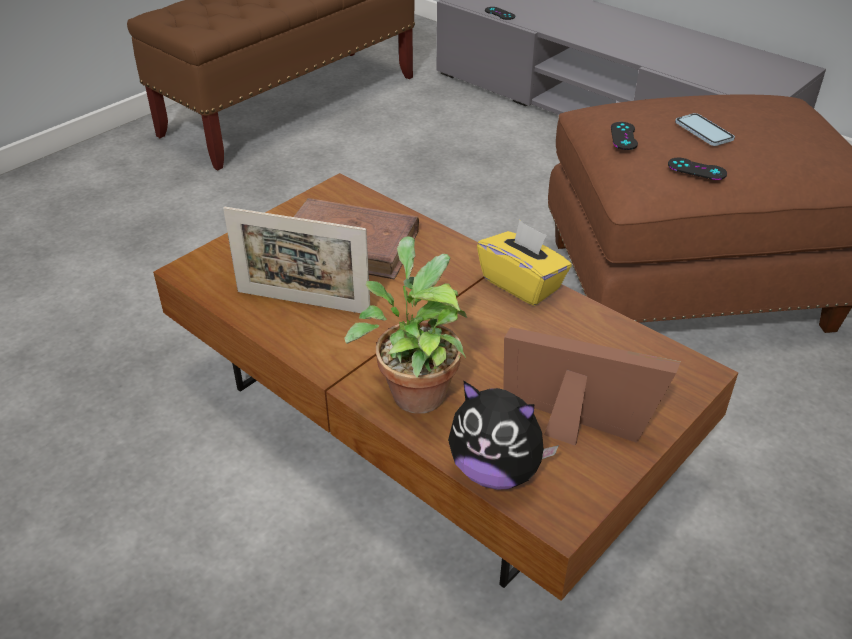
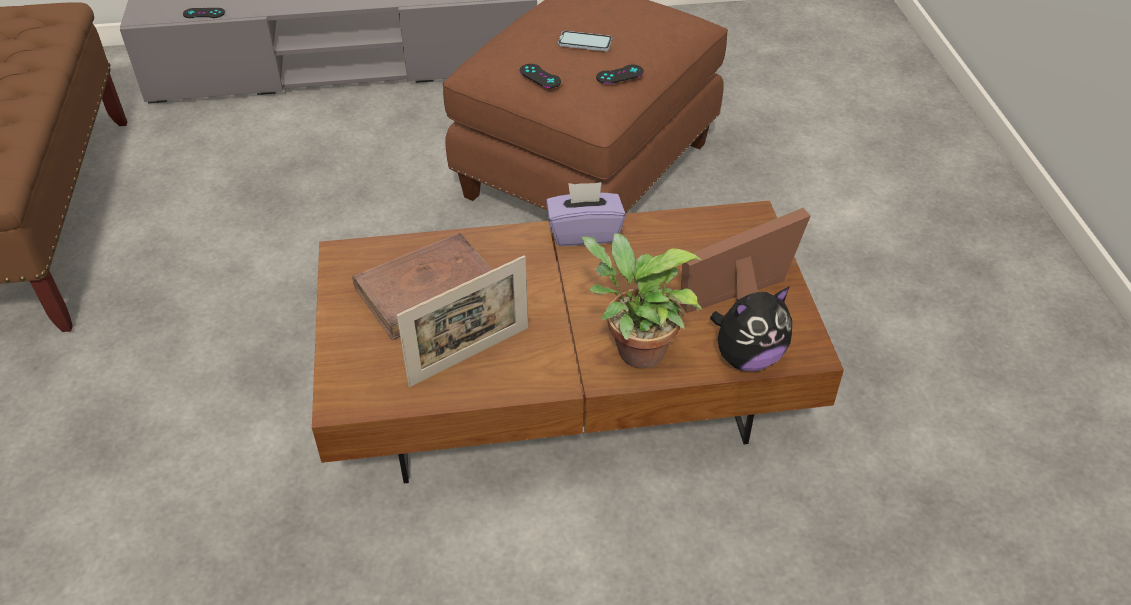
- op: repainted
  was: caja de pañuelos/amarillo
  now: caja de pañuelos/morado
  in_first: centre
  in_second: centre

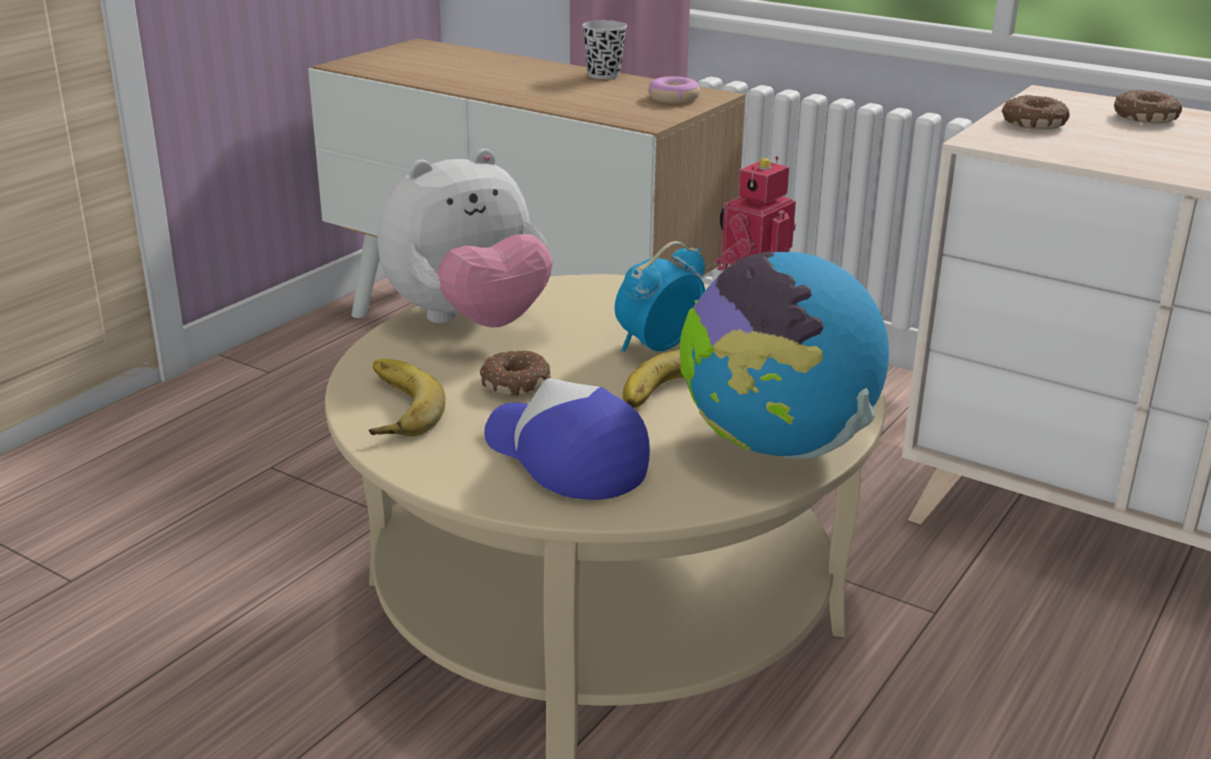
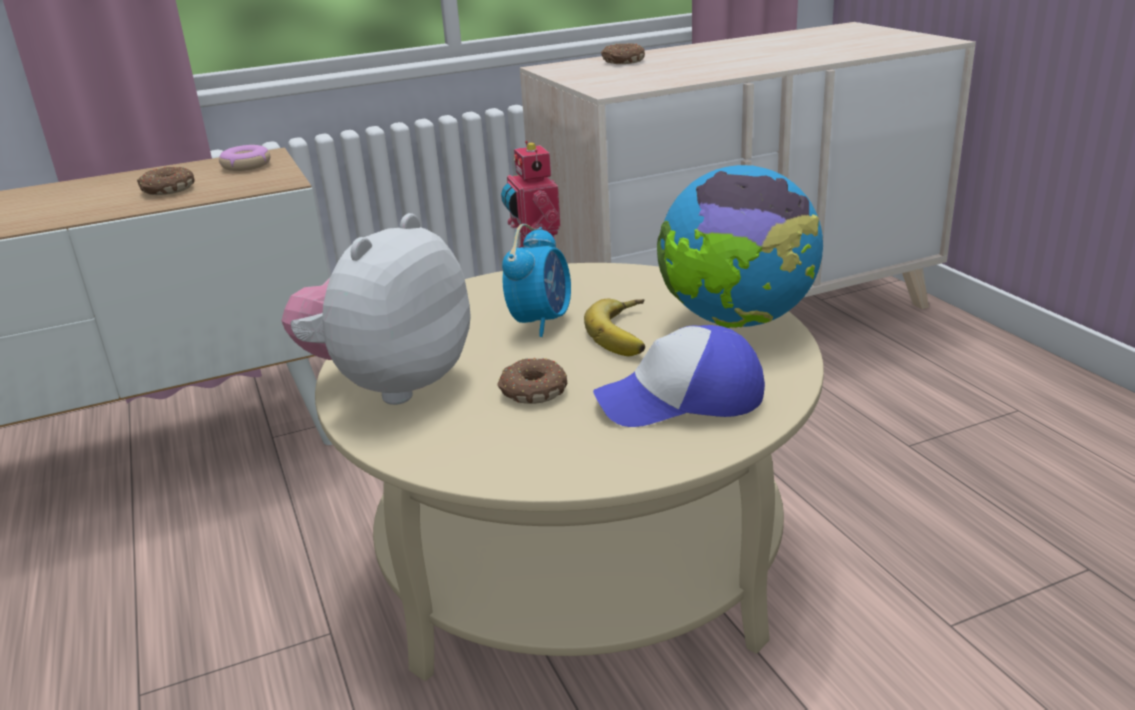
- op: gone
  was: taza/negro
  in_first: top centre
- op: shifted
  was: rosquilla (no. 3 from left in the first image)
  now: rosquilla (no. 1 from left)
  in_first: top right
  in_second: top left
- op: rotated
  was: peluche
  in_first: top centre
  in_second: middle left
  clockwise: -150
- op: rotated
  was: despertador
  in_first: centre
  in_second: centre
  clockwise: -150
- op: gone
  was: plátano (no. 1 from left)
  in_first: centre

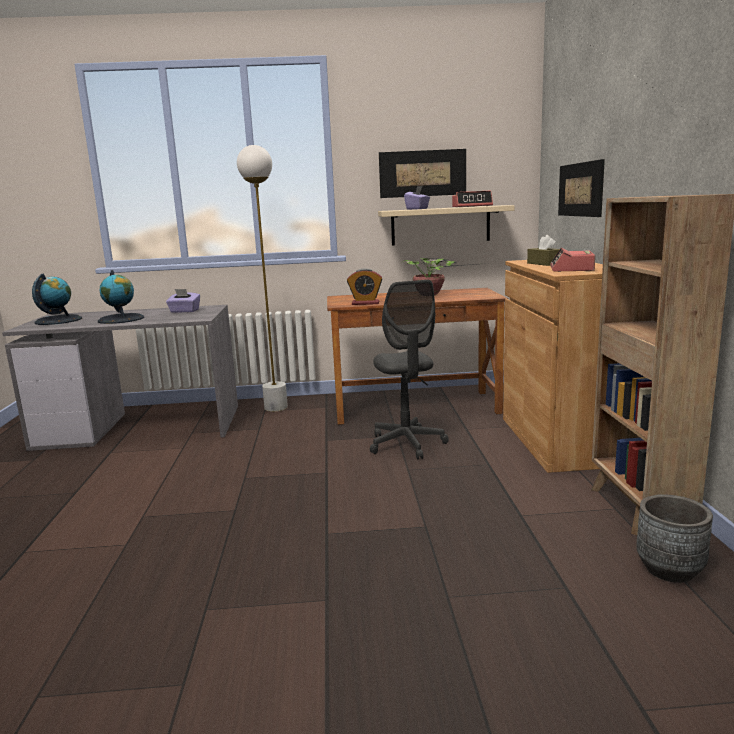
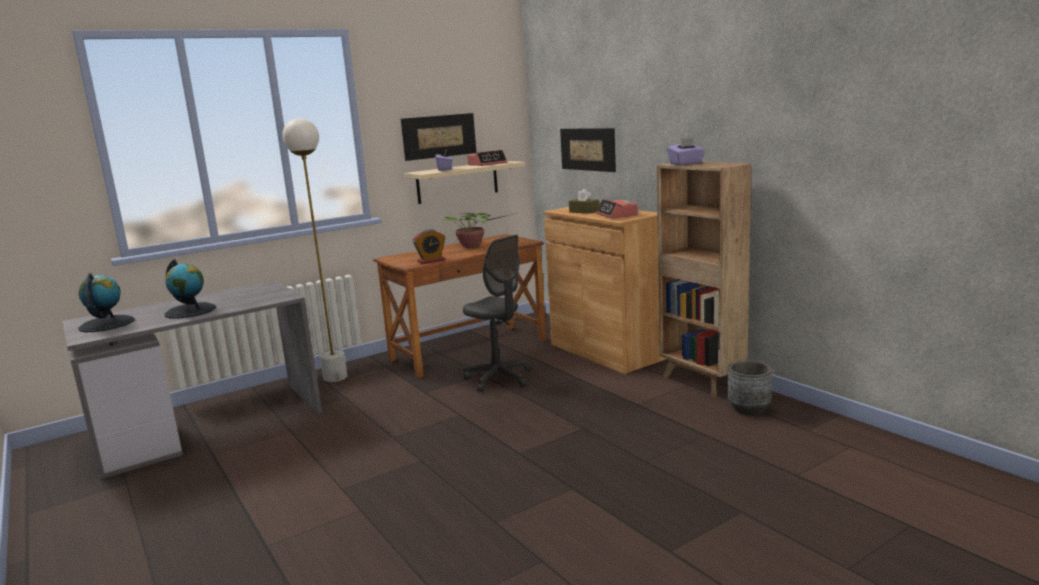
- op: shifted
  was: caja de pañuelos/morado (no. 1 from left in the first image)
  now: caja de pañuelos/morado (no. 2 from left)
  in_first: middle left
  in_second: top centre

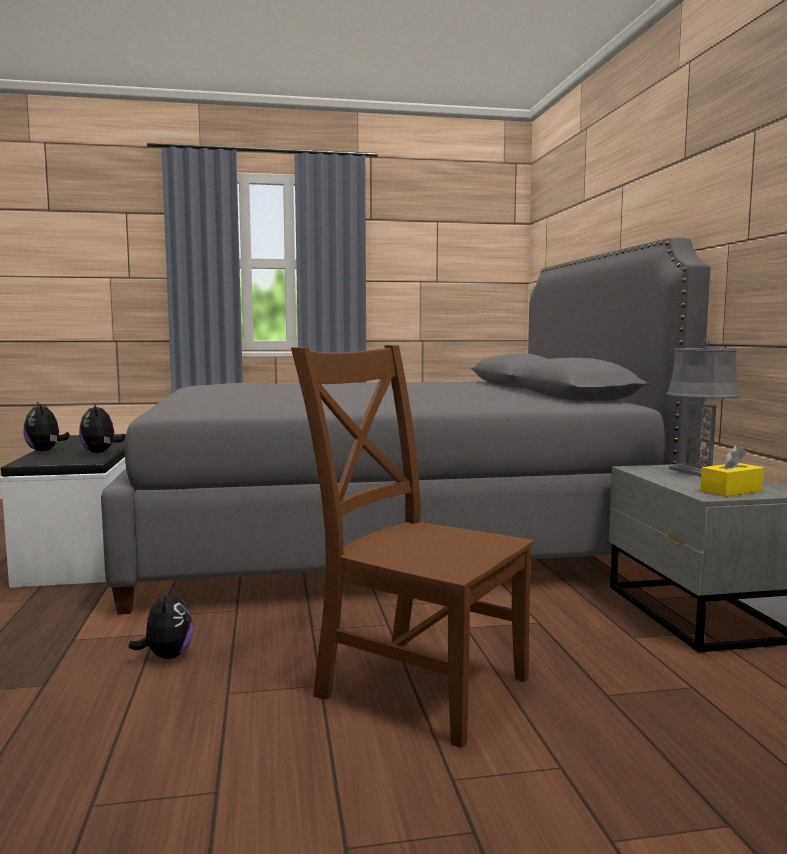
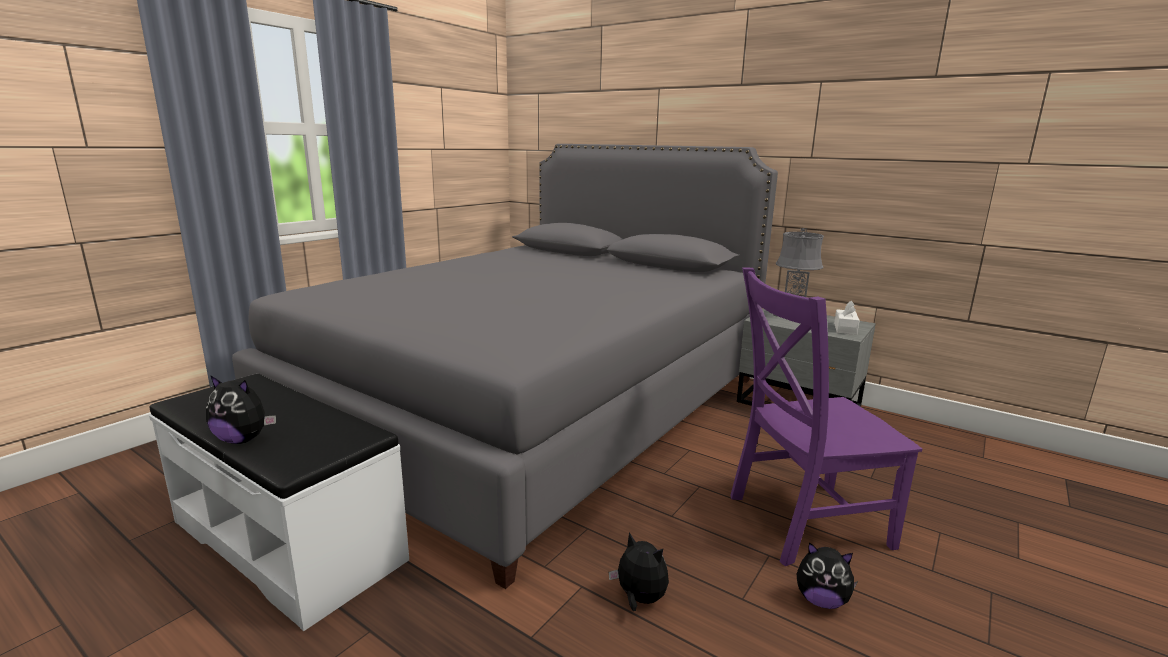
- op: repainted
  was: silla/marrón
  now: silla/morado
  in_first: centre
  in_second: middle right
- op: shifted
  was: peluche (no. 2 from left in the first image)
  now: peluche (no. 3 from left)
  in_first: middle left
  in_second: bottom right
- op: repainted
  was: caja de pañuelos/amarillo
  now: caja de pañuelos/blanco
  in_first: middle right
  in_second: middle right

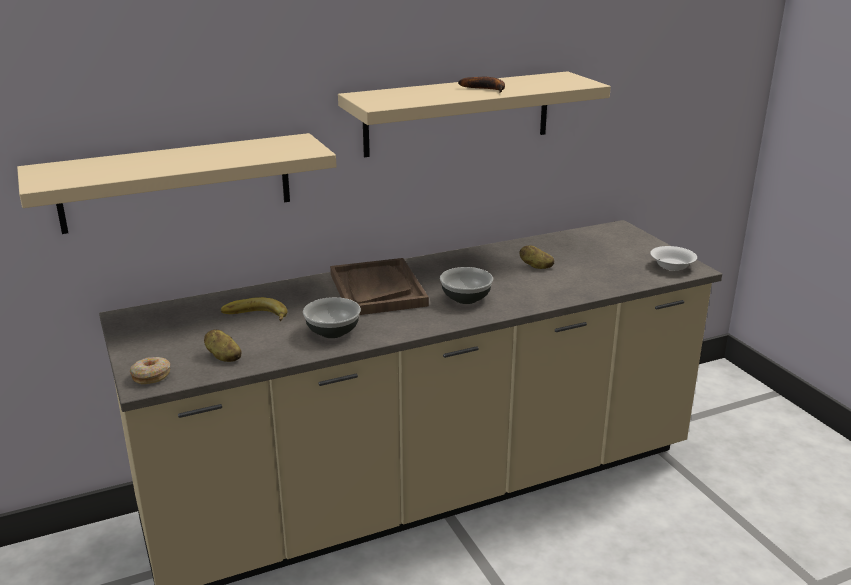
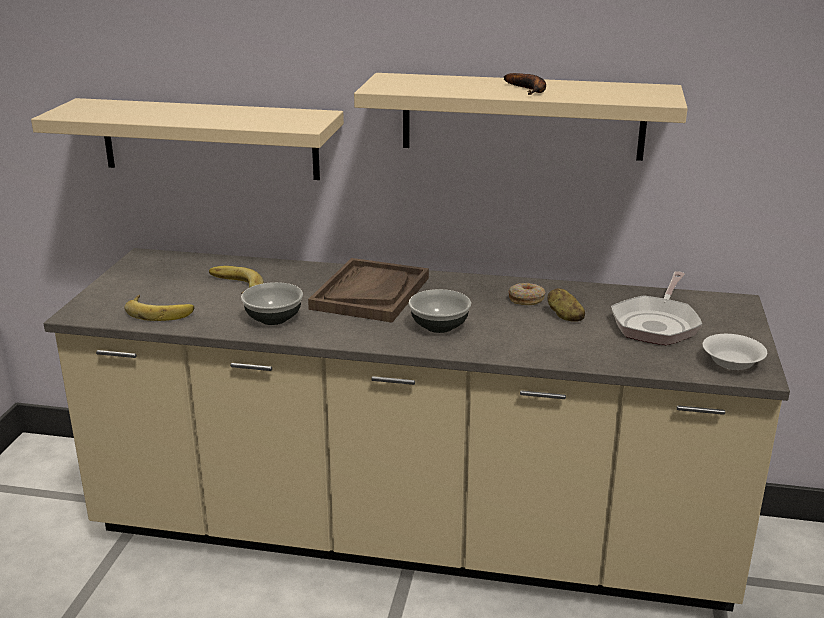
- op: swapped
  was: patata (no. 1 from left)
  now: plátano (no. 1 from left)
  in_first: middle left
  in_second: middle left
- op: shifted
  was: rosquilla
  in_first: middle left
  in_second: centre
- op: new
  now: sartén
  in_second: middle right

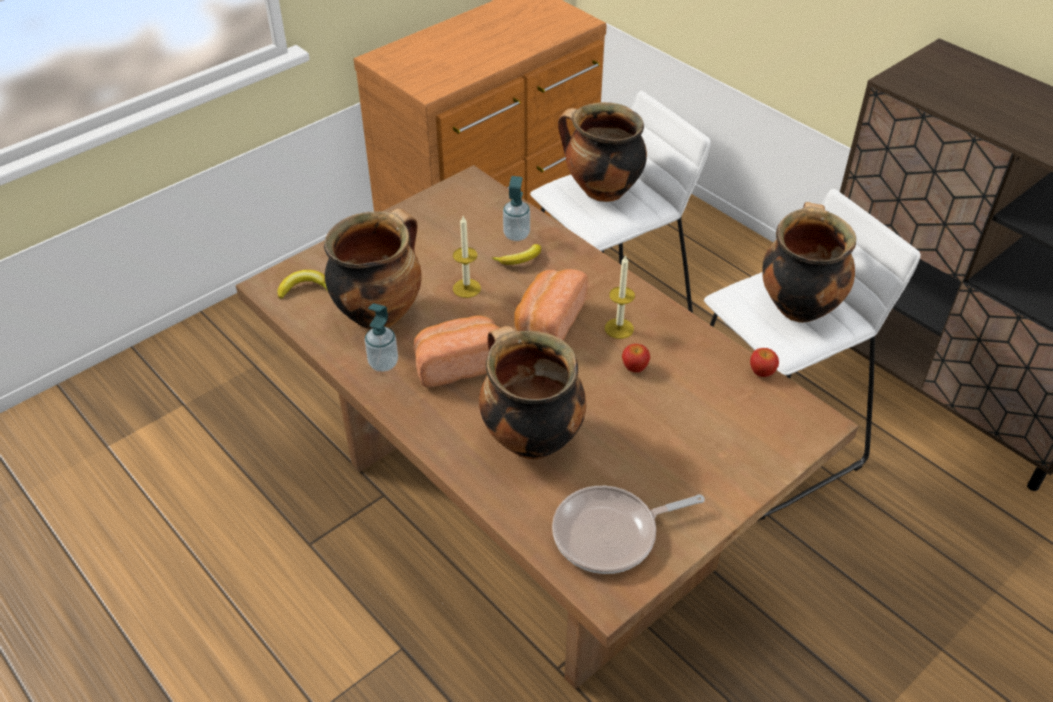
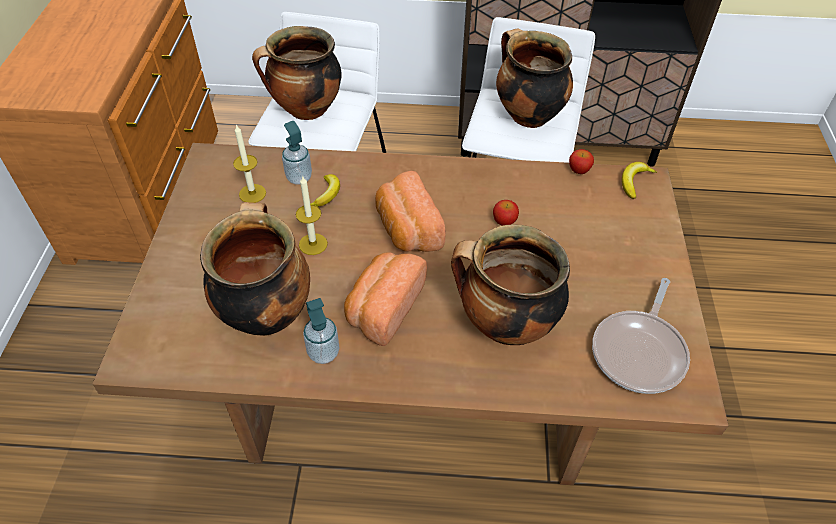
- op: shifted
  was: vela (no. 2 from left in the first image)
  now: vela (no. 1 from left)
  in_first: centre
  in_second: top left
- op: shifted
  was: plátano (no. 1 from left in the first image)
  now: plátano (no. 2 from left)
  in_first: middle left
  in_second: middle right

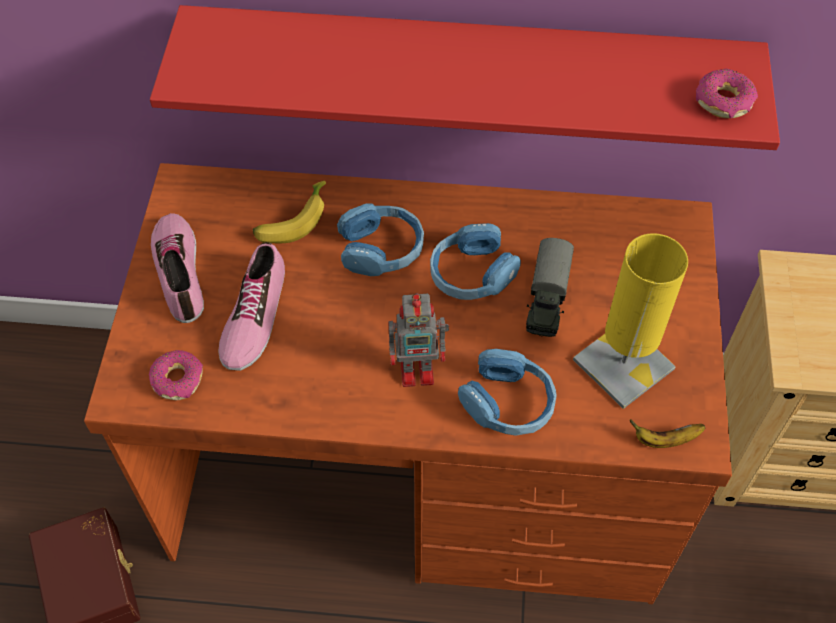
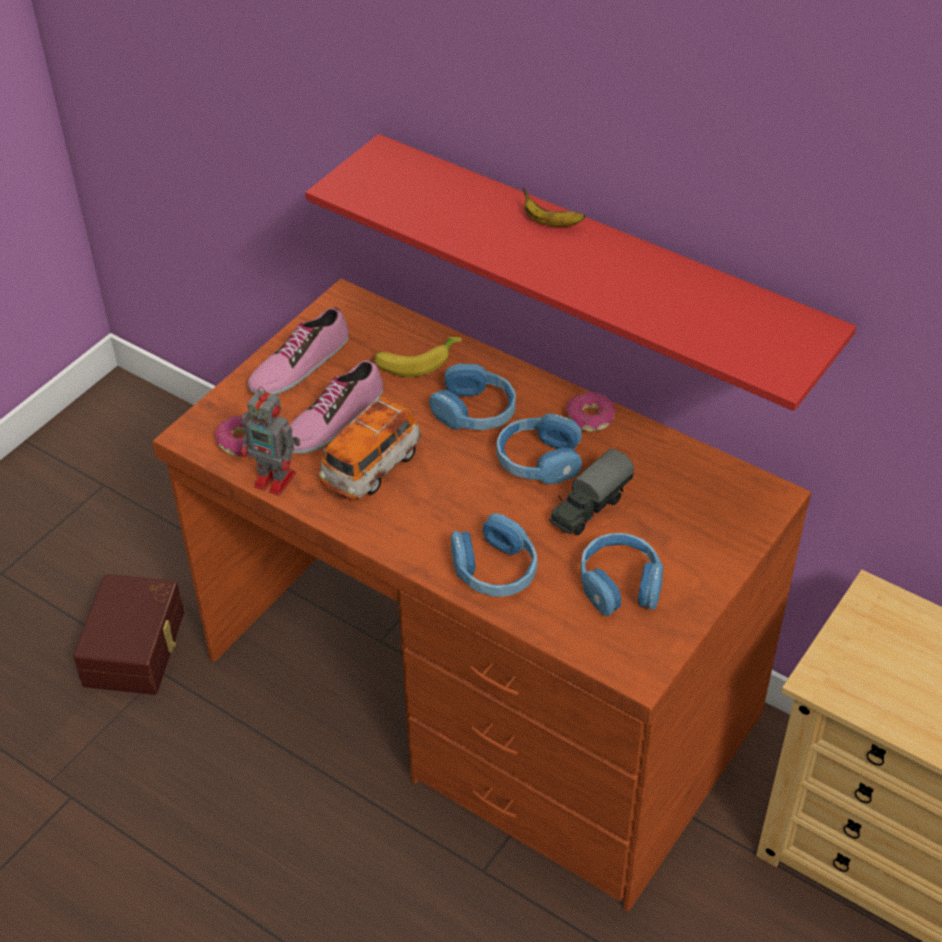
- op: shifted
  was: rosquilla (no. 2 from left)
  in_first: top right
  in_second: centre
- op: rotated
  was: zapato (no. 1 from left)
  in_first: middle left
  in_second: middle left
  clockwise: -150
- op: swapped
  was: lámpara de mesa/amarillo
  now: auriculares/azul (no. 4 from left)
  in_first: middle right
  in_second: centre
- op: shifted
  was: robot de juguete
  in_first: centre
  in_second: middle left
- op: shifted
  was: plátano (no. 2 from left)
  in_first: bottom right
  in_second: top centre
- op: new
  now: coche de juguete
  in_second: centre

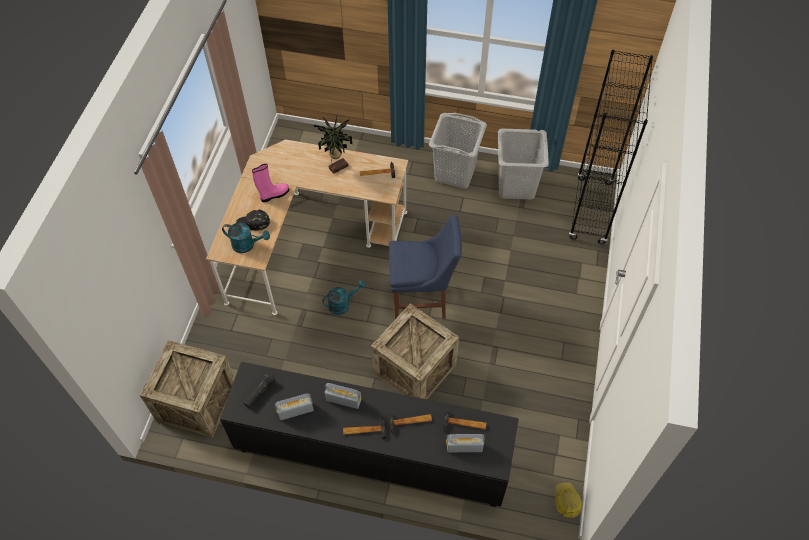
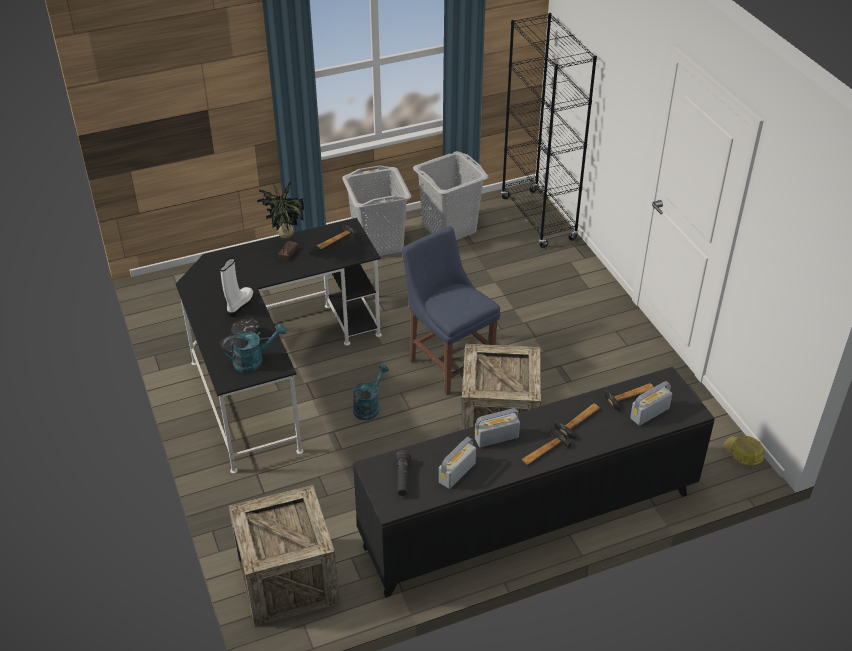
- op: repainted
  was: escritorio/beis
  now: escritorio/negro
  in_first: centre
  in_second: middle left
- op: repainted
  was: bota/rosa
  now: bota/blanco
  in_first: centre
  in_second: middle left
- op: rotated
  was: silla/azul
  in_first: centre
  in_second: centre
  clockwise: -90

